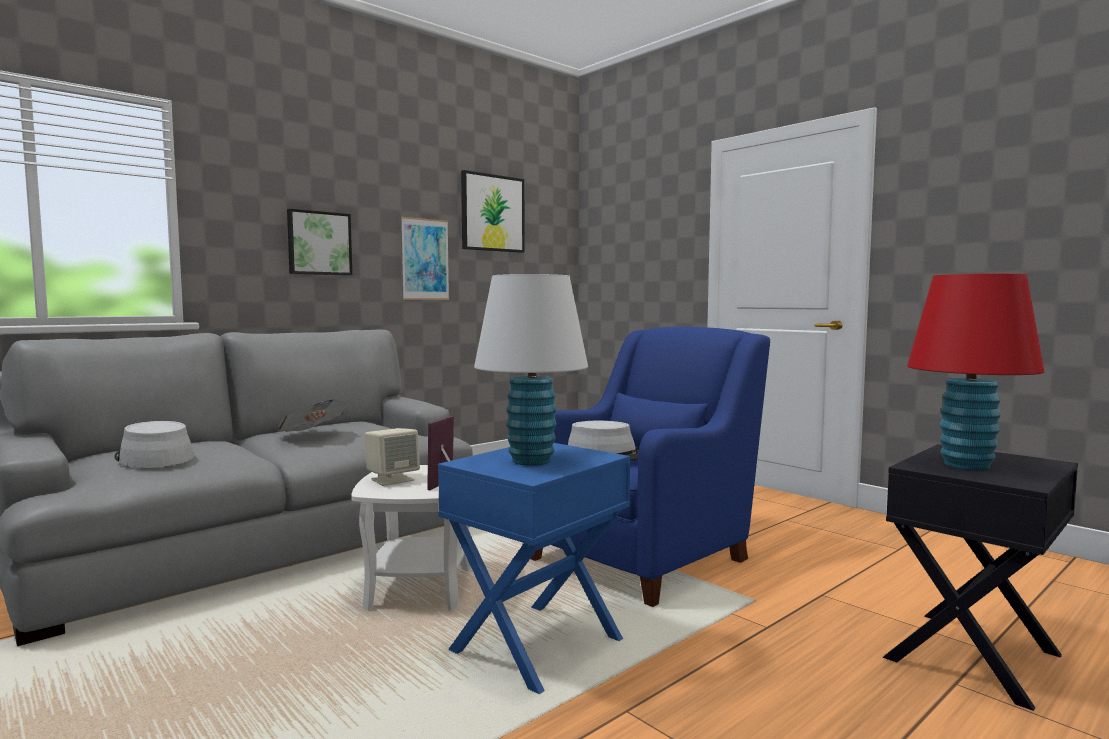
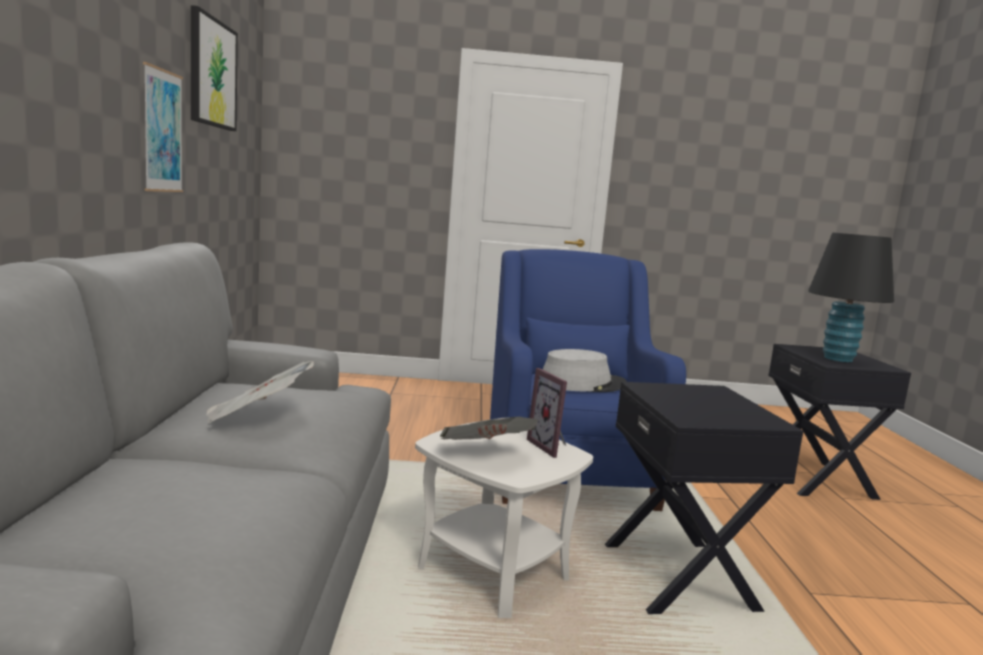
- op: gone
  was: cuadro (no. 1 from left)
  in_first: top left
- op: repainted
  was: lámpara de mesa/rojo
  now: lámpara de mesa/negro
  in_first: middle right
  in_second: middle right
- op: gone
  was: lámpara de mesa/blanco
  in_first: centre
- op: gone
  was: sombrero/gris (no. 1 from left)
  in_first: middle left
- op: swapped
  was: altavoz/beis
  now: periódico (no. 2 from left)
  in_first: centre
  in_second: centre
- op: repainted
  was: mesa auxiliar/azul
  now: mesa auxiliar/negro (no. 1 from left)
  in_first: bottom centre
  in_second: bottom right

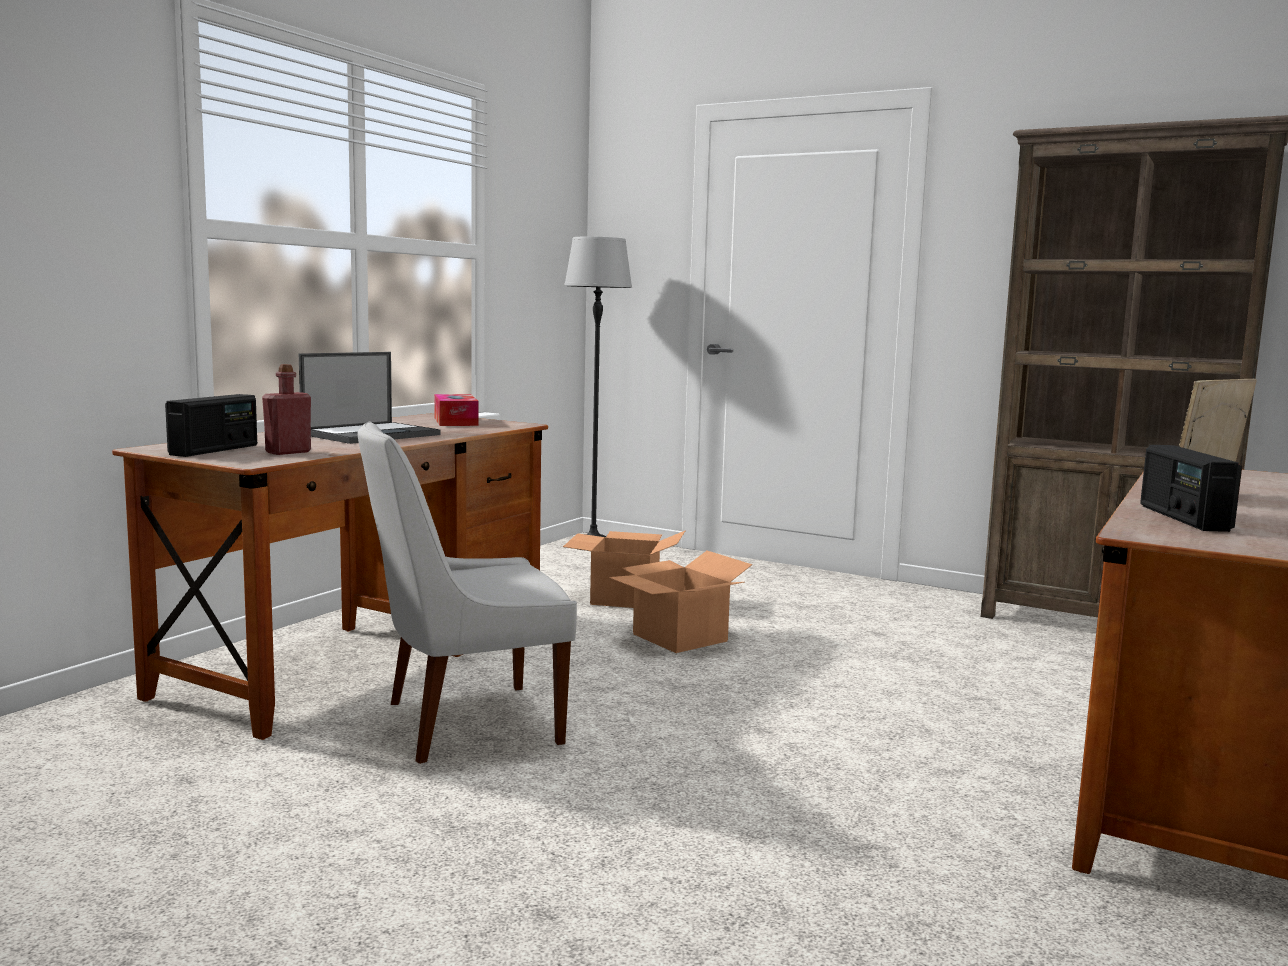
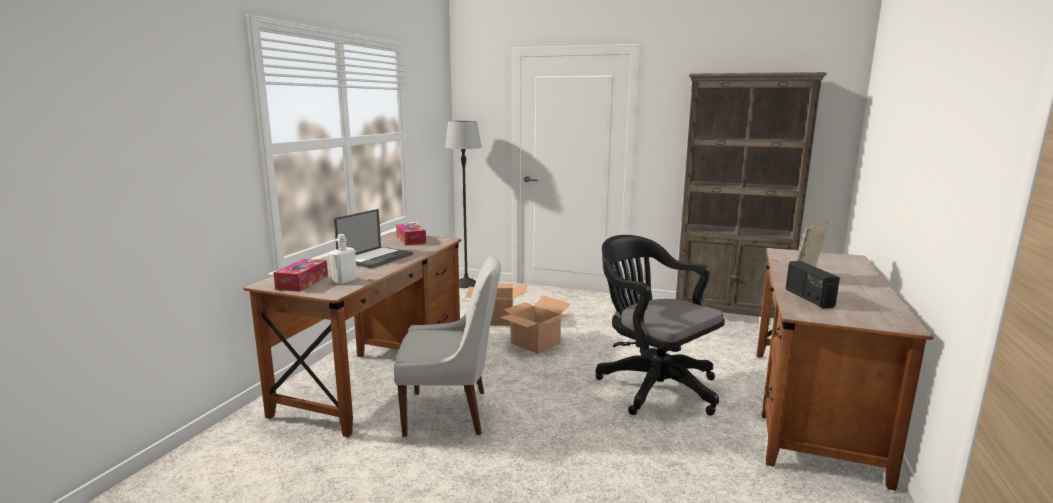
- op: repainted
  was: botella/rojo
  now: botella/blanco
  in_first: middle left
  in_second: middle left
- op: swapped
  was: radio (no. 1 from left)
  now: caja de pañuelos (no. 1 from left)
  in_first: middle left
  in_second: middle left
- op: rotated
  was: silla/blanco
  in_first: centre
  in_second: bottom centre
  clockwise: -150
- op: new
  now: silla de oficina/negro
  in_second: centre

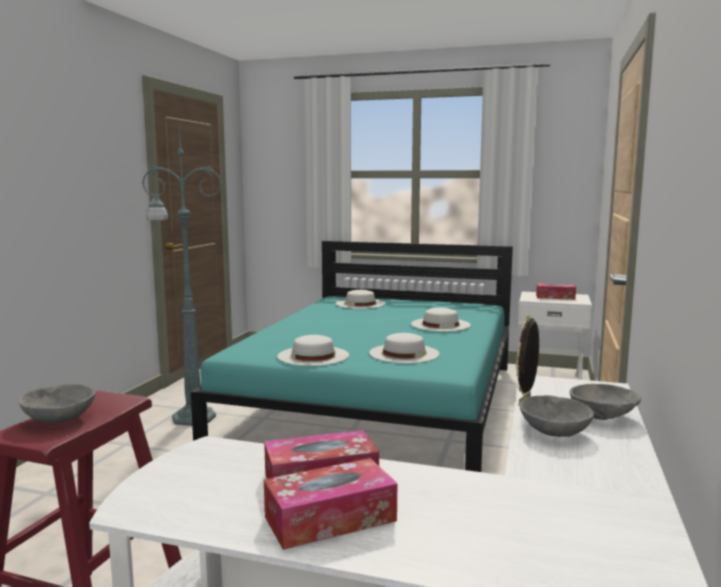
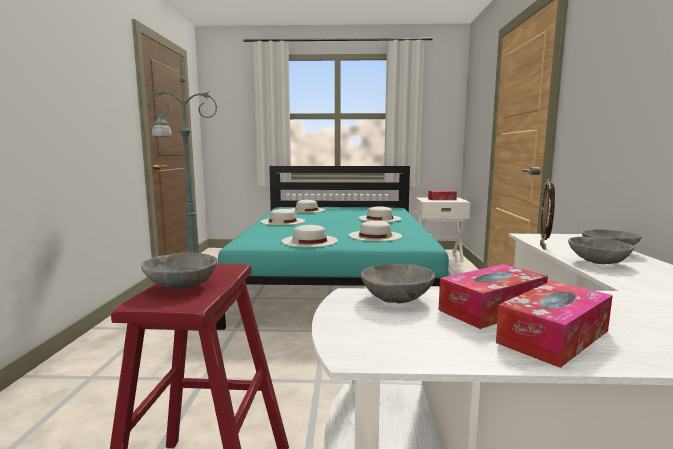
- op: new
  now: sombrero/blanco (no. 1 from left)
  in_second: centre
- op: new
  now: cuenco/gris (no. 2 from left)
  in_second: centre

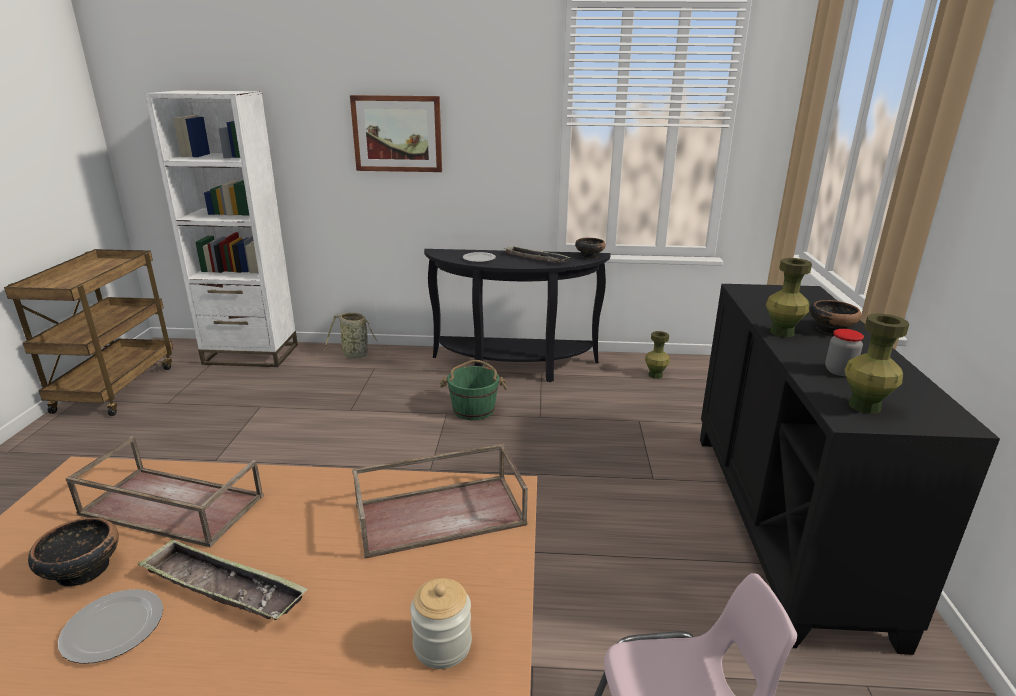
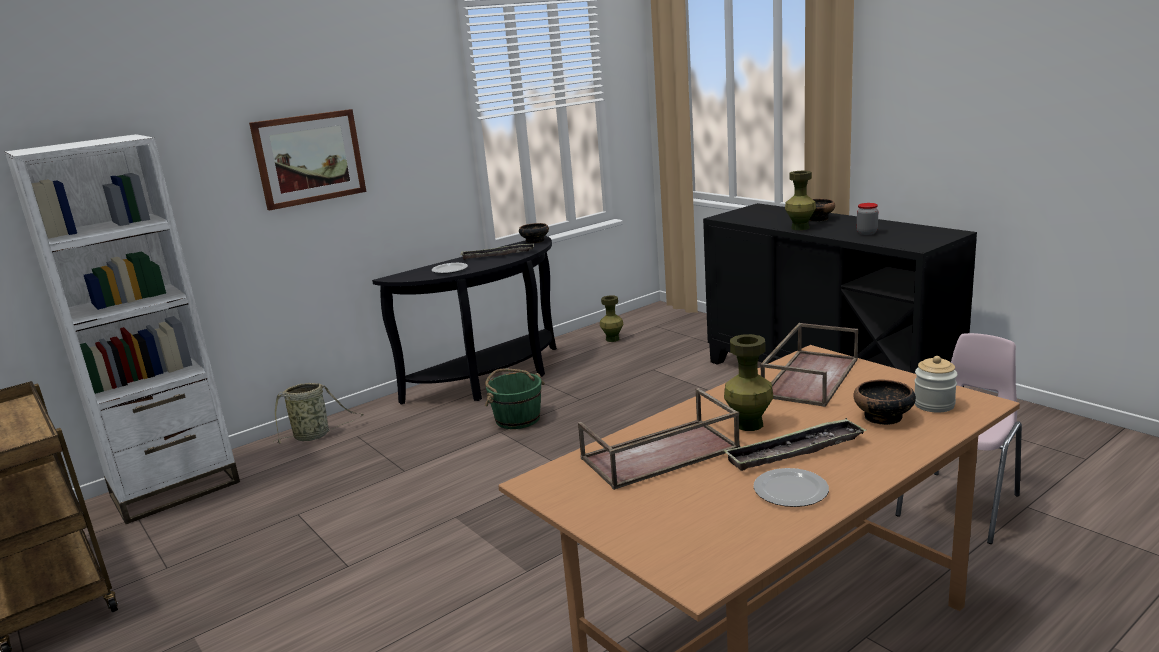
- op: shifted
  was: florero/verde (no. 3 from left in the first image)
  now: florero/verde (no. 2 from left)
  in_first: middle right
  in_second: centre
- op: shifted
  was: cuenco (no. 1 from left in the first image)
  now: cuenco (no. 3 from left)
  in_first: bottom left
  in_second: middle right

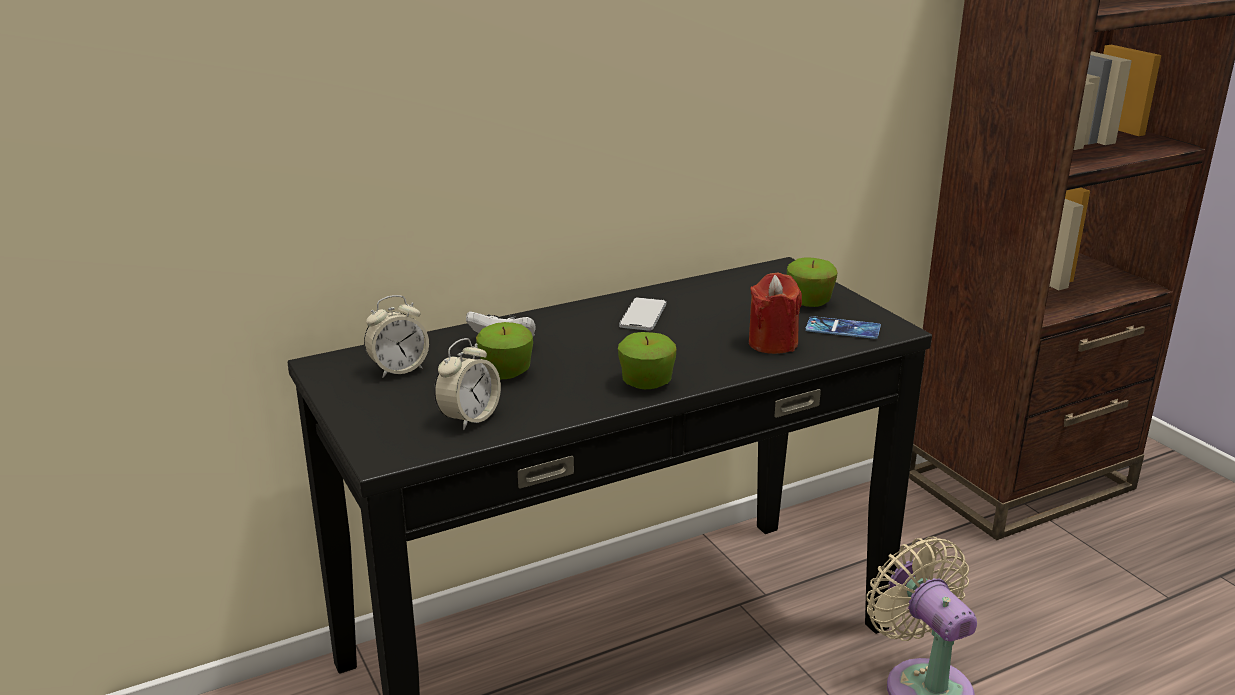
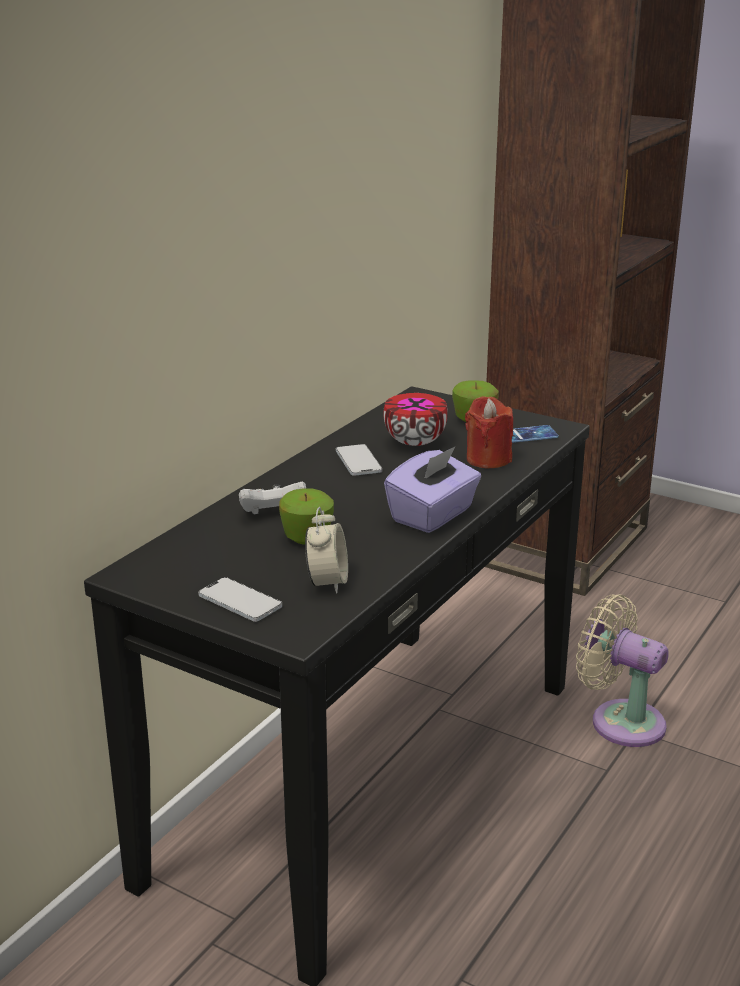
- op: gone
  was: despertador (no. 1 from left)
  in_first: middle left
- op: swapped
  was: manzana (no. 2 from left)
  now: caja de pañuelos/morado
  in_first: centre
  in_second: centre
- op: new
  now: cuenco
  in_second: centre
- op: new
  now: móvil (no. 1 from left)
  in_second: middle left

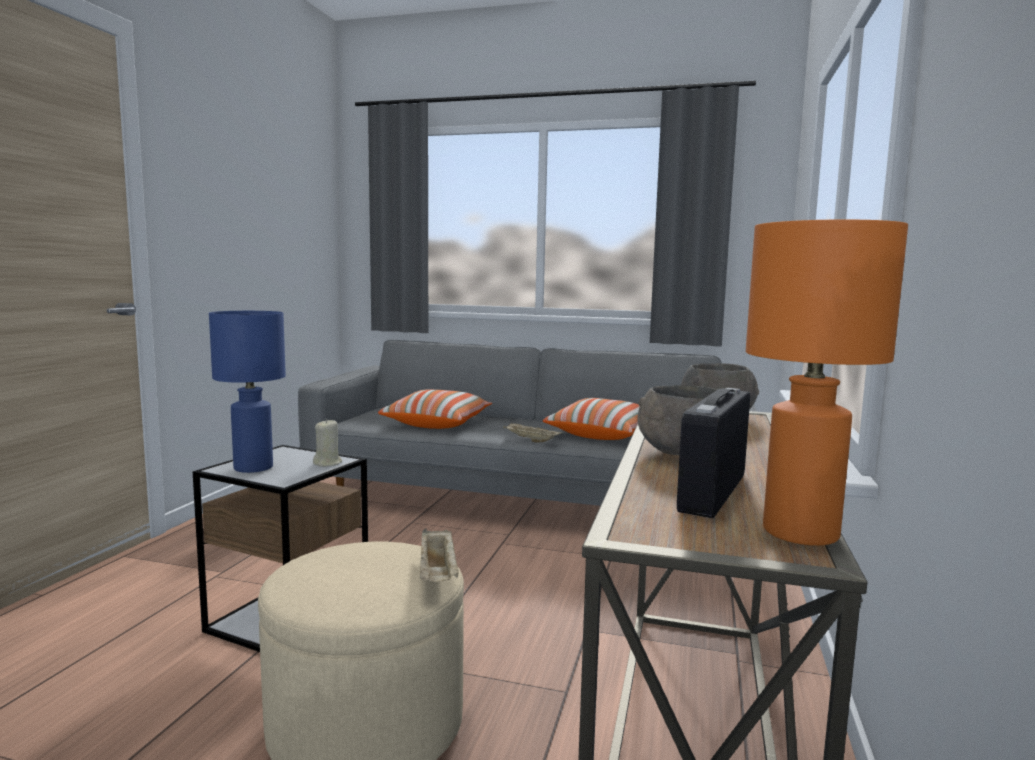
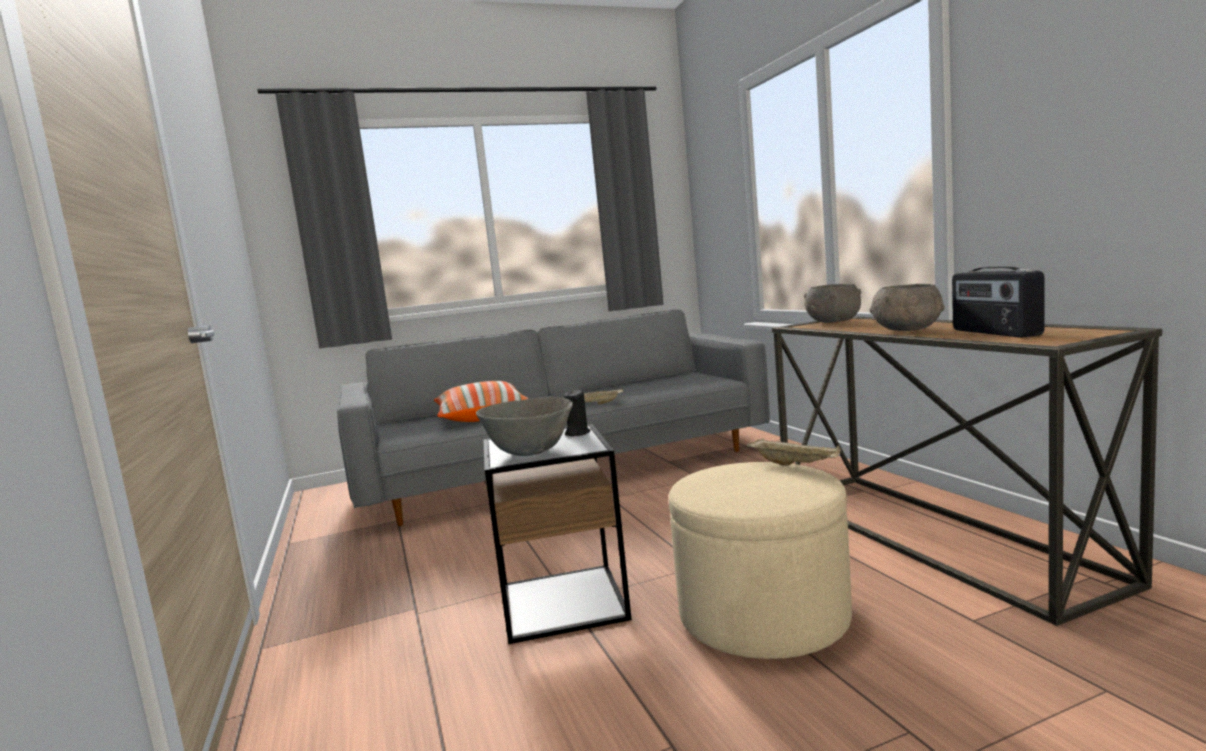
- op: gone
  was: lámpara de mesa/naranja
  in_first: middle right
- op: swapped
  was: lámpara de mesa/azul
  now: cuenco/gris (no. 1 from left)
  in_first: middle left
  in_second: centre
- op: gone
  was: cojín (no. 2 from left)
  in_first: centre
- op: repainted
  was: vela/beis
  now: vela/negro
  in_first: middle left
  in_second: centre

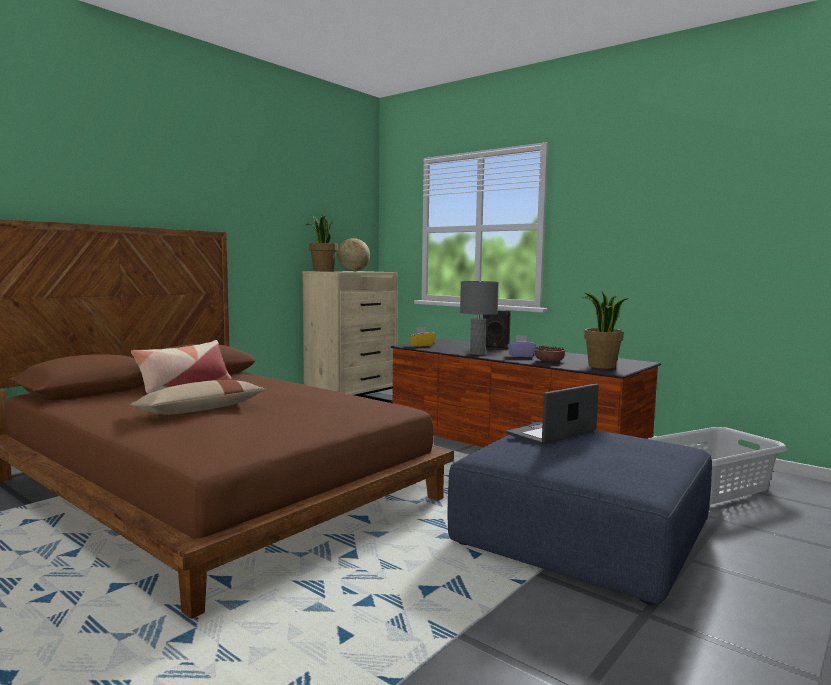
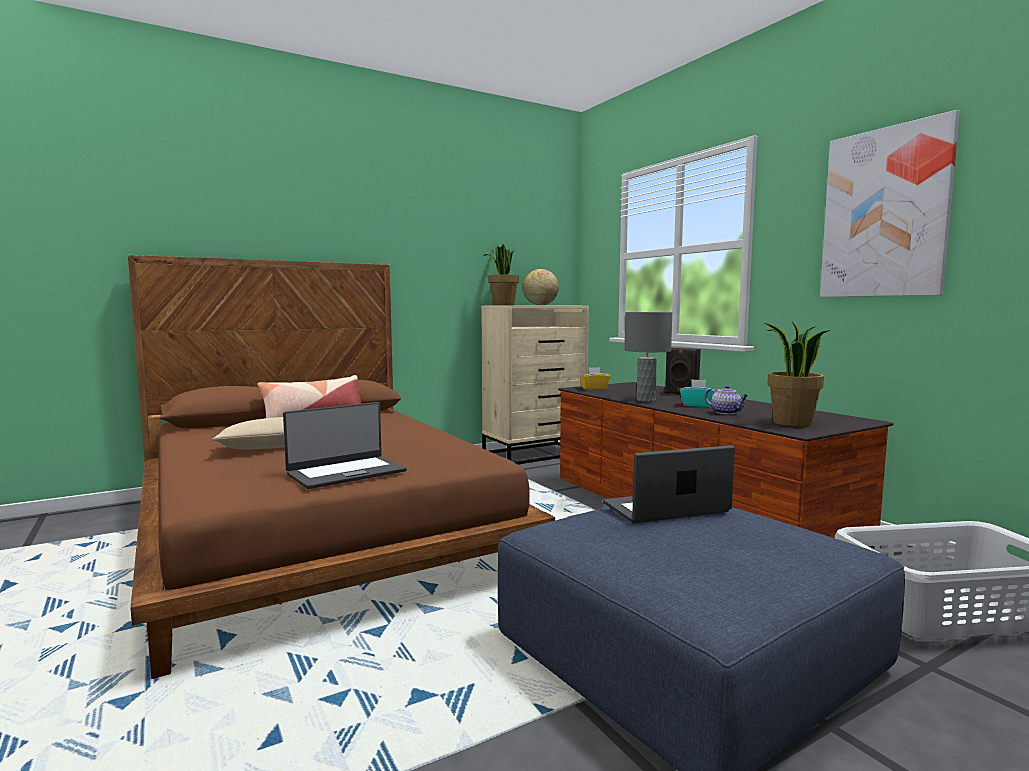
- op: repainted
  was: caja de pañuelos/morado
  now: caja de pañuelos/turquesa
  in_first: centre
  in_second: middle right
- op: swapped
  was: cuenco
  now: tetera
  in_first: centre
  in_second: middle right
- op: new
  now: cuadro
  in_second: top right
- op: new
  now: portátil (no. 1 from left)
  in_second: centre

